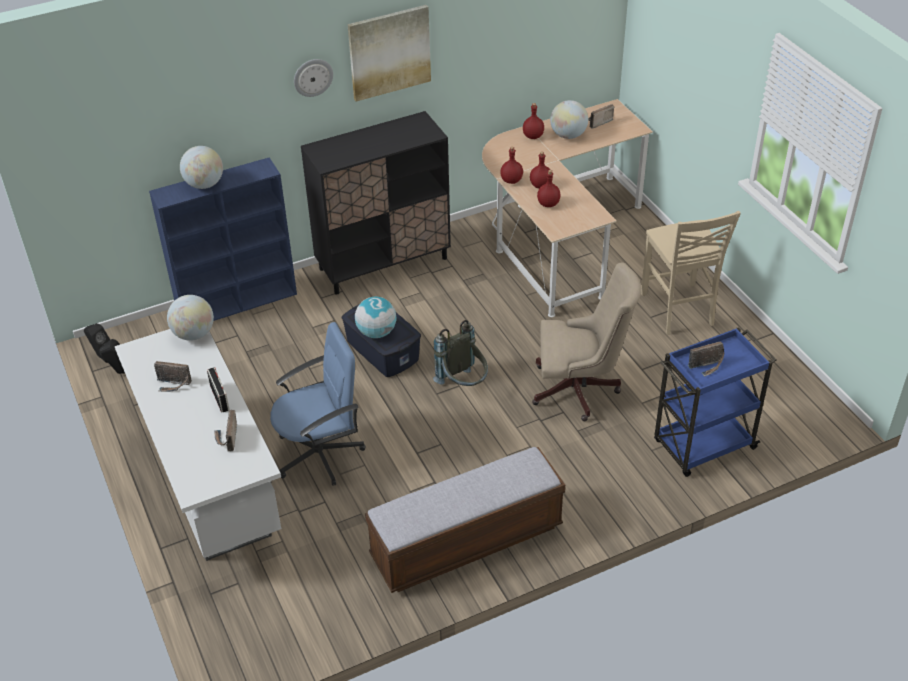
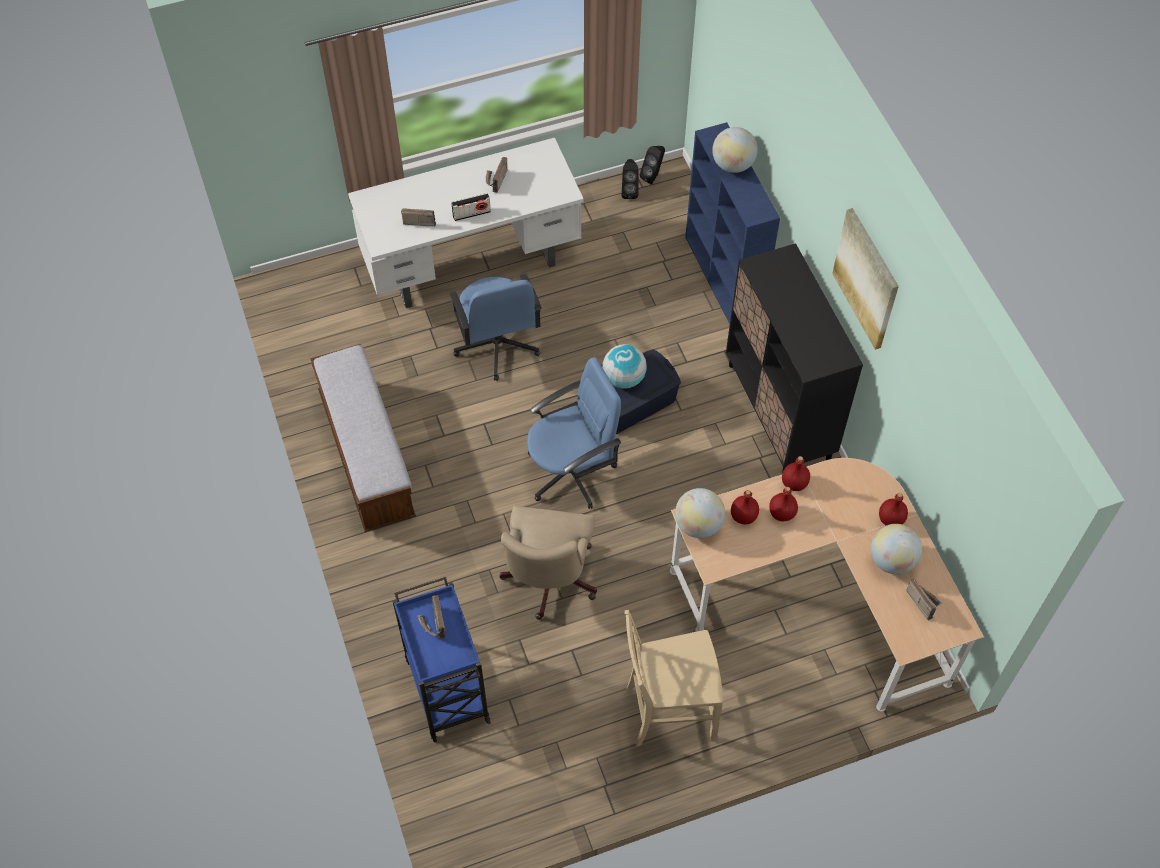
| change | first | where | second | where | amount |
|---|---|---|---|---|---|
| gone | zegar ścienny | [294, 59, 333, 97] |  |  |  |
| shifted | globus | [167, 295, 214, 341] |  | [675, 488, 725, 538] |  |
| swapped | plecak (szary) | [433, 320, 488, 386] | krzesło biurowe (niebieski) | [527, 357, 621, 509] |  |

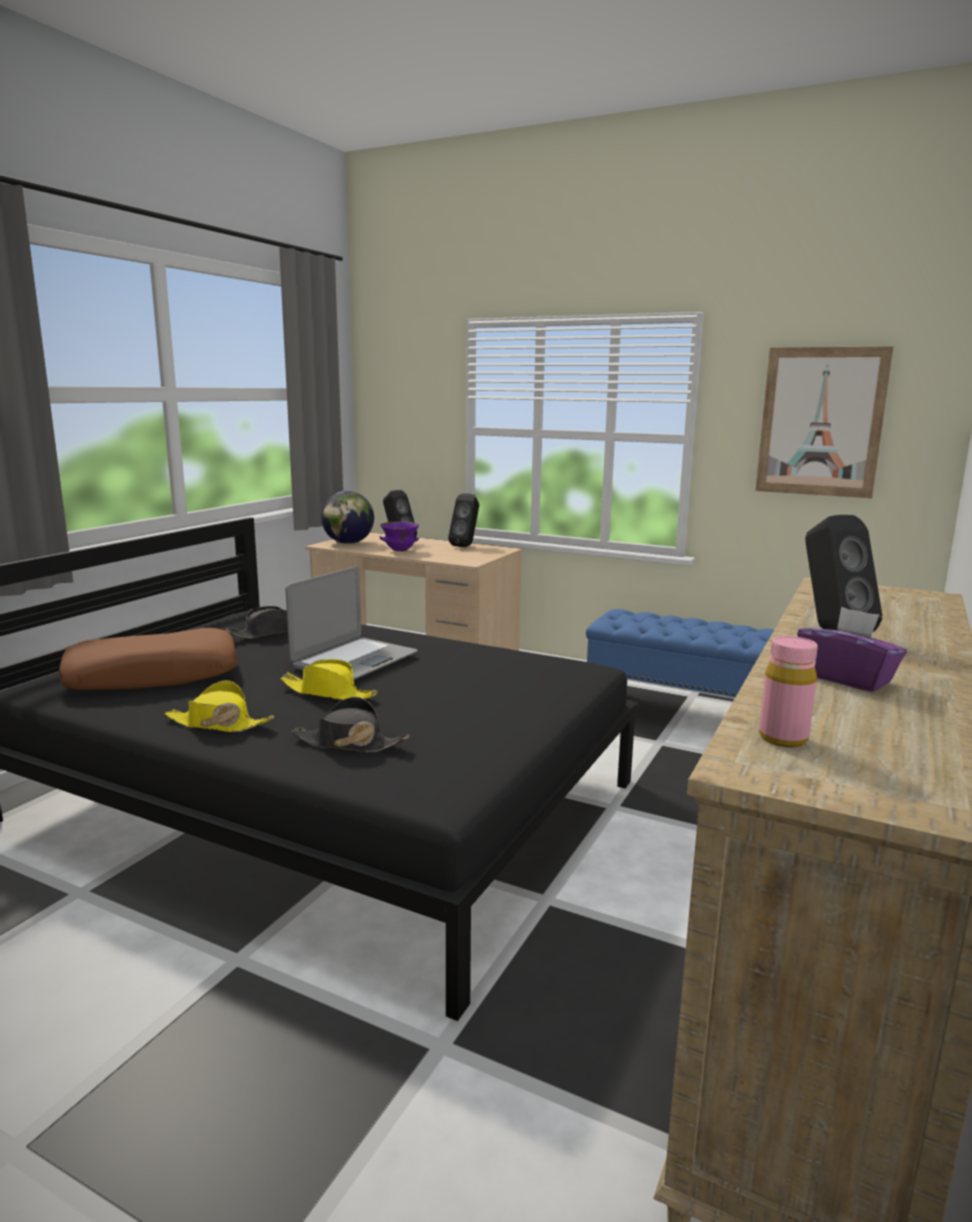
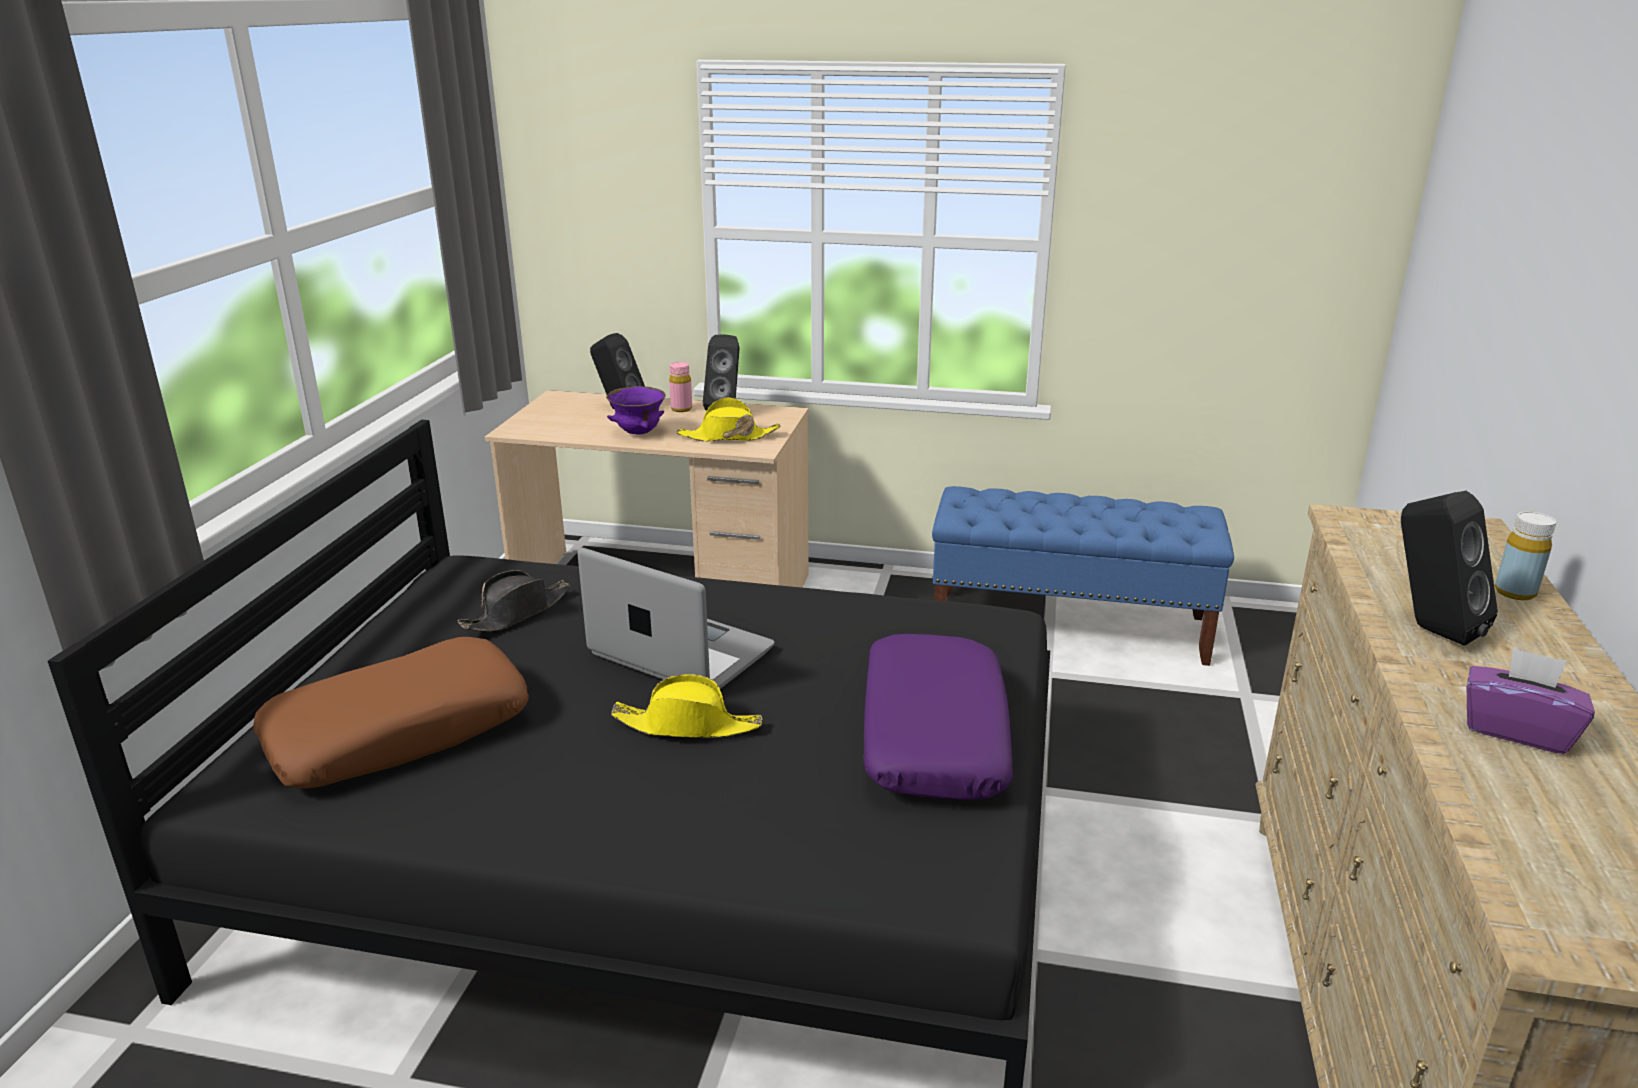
| change | first | where | second | where | amount |
|---|---|---|---|---|---|
| gone | kapelusz (czarny) | [291, 697, 410, 752] |  |  |  |
| gone | globus | [321, 491, 374, 544] |  |  |  |
| gone | obraz | [756, 346, 893, 498] |  |  |  |
| new |  |  | poduszka (fioletowy) | [863, 634, 1013, 800] |  |
| new |  |  | butelka (żółty) | [1495, 511, 1556, 600] |  |
| shifted | kapelusz (żółty) | [164, 680, 275, 732] |  | [676, 397, 780, 442] |  |
| shifted | butelka (różowy) | [759, 636, 818, 747] |  | [669, 362, 692, 412] |  |
| rotated | laptop | [285, 567, 418, 680] |  | [577, 548, 774, 689] | 75 degrees counterclockwise |

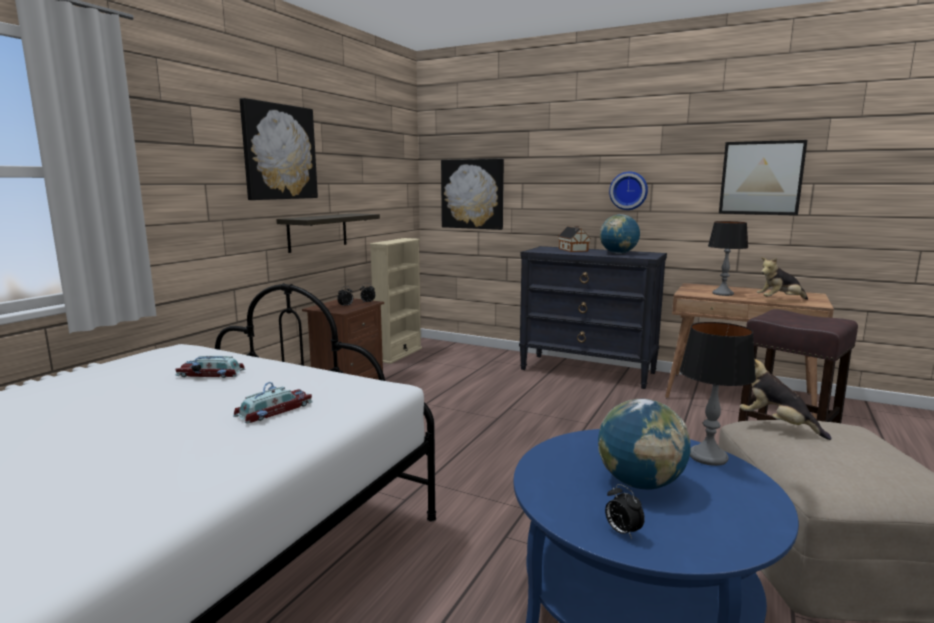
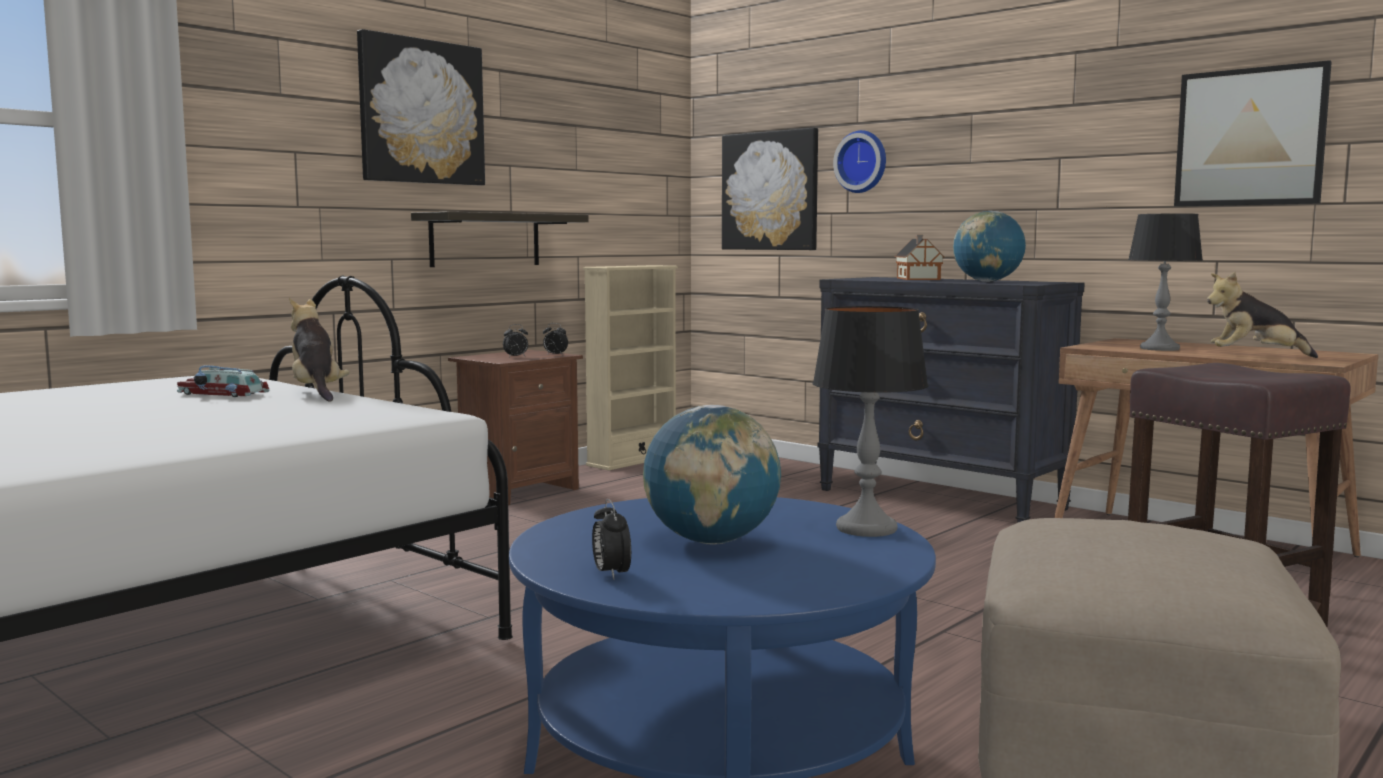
| change | first | where | second | where | amount |
|---|---|---|---|---|---|
| gone | samochodzik | [233, 382, 313, 424] |  |  |  |
| shifted | zegar ścienny | [609, 171, 648, 210] |  | [833, 130, 886, 193] |  |
| shifted | pluszak | [740, 358, 832, 440] |  | [289, 298, 350, 402] |  |

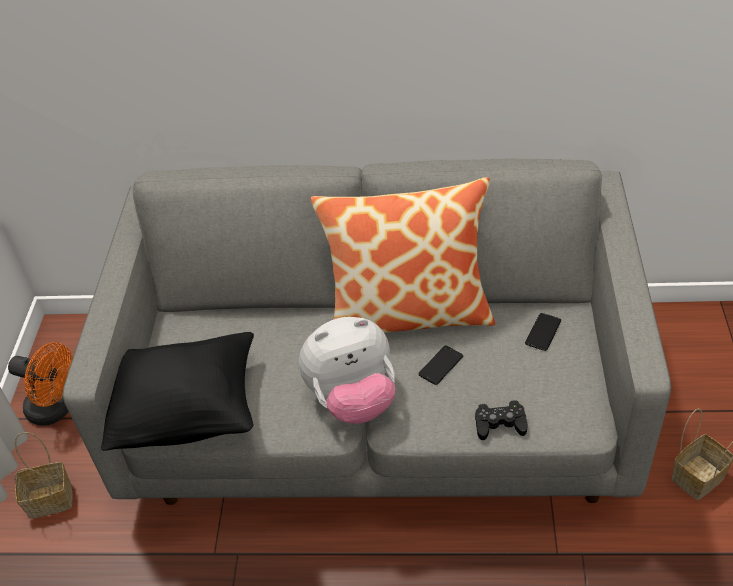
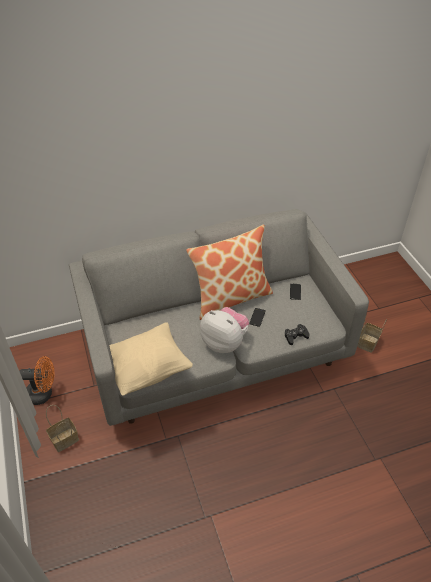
| change | first | where | second | where | amount |
|---|---|---|---|---|---|
| repainted | poduszka (czarny) | [101, 332, 254, 451] | poduszka (beżowy) | [109, 322, 193, 396] |  |
| rotated | pluszak | [299, 317, 396, 424] |  | [200, 307, 249, 353] | 105 degrees counterclockwise |

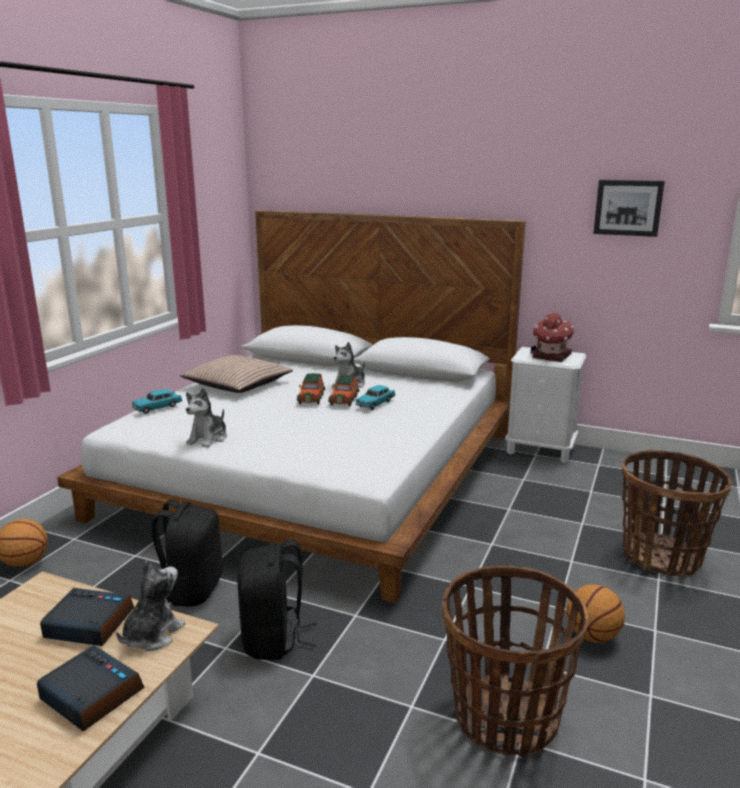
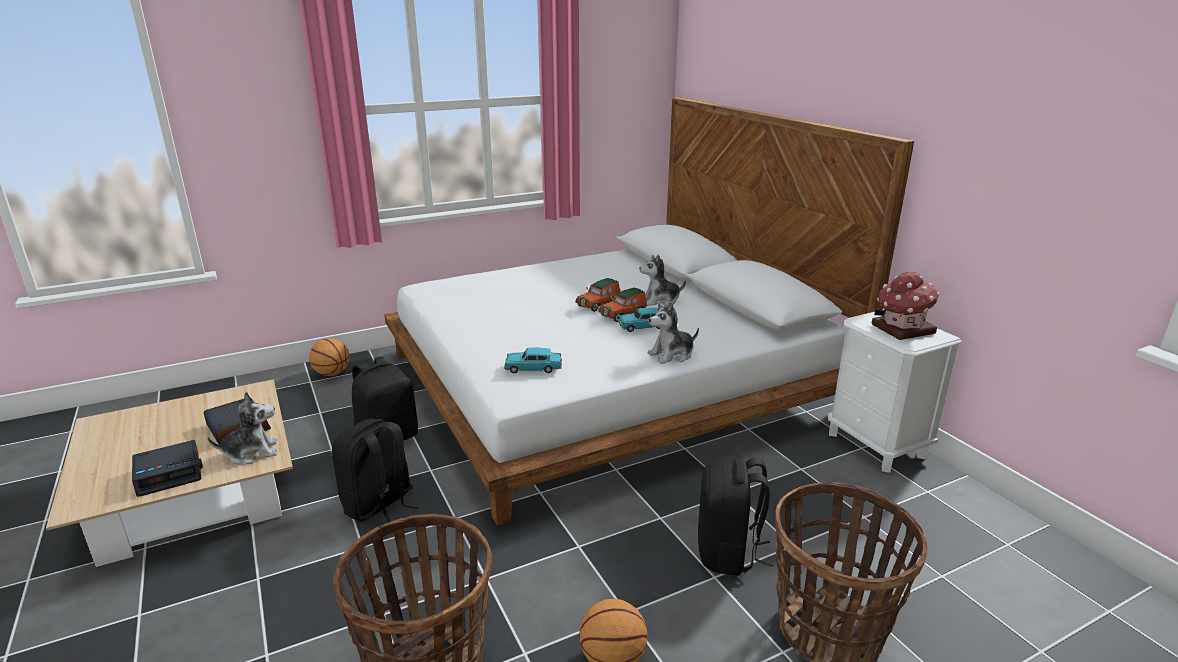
| change | first | where | second | where | amount |
|---|---|---|---|---|---|
| gone | poduszka | [180, 355, 293, 393] |  |  |  |
| gone | obraz | [593, 180, 665, 237] |  |  |  |
| new |  |  | plecak (czarny) | [698, 458, 774, 575] |  |
| shifted | samochodzik (turkusowy) | [132, 389, 183, 414] |  | [504, 348, 562, 373] |  |
| shifted | pluszak | [186, 388, 227, 448] |  | [648, 302, 699, 364] |  |
| rotated | budzik | [37, 645, 144, 732] |  | [132, 440, 203, 497] | 75 degrees clockwise |

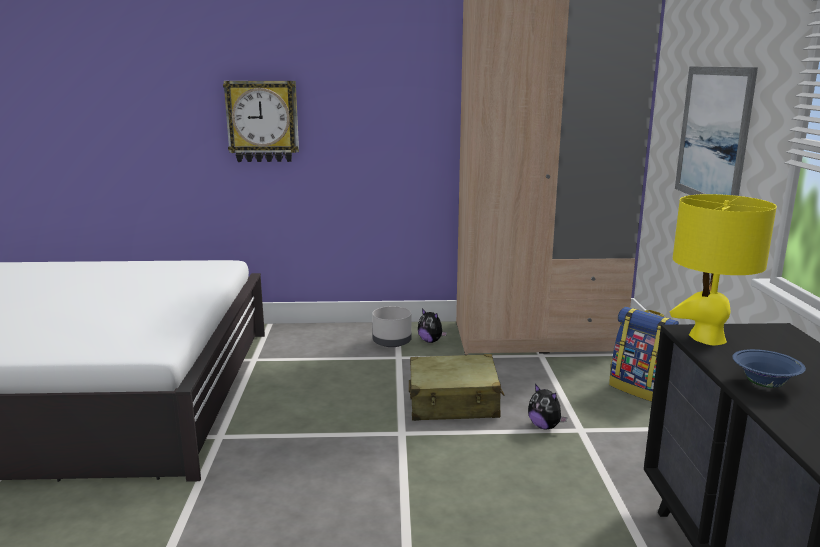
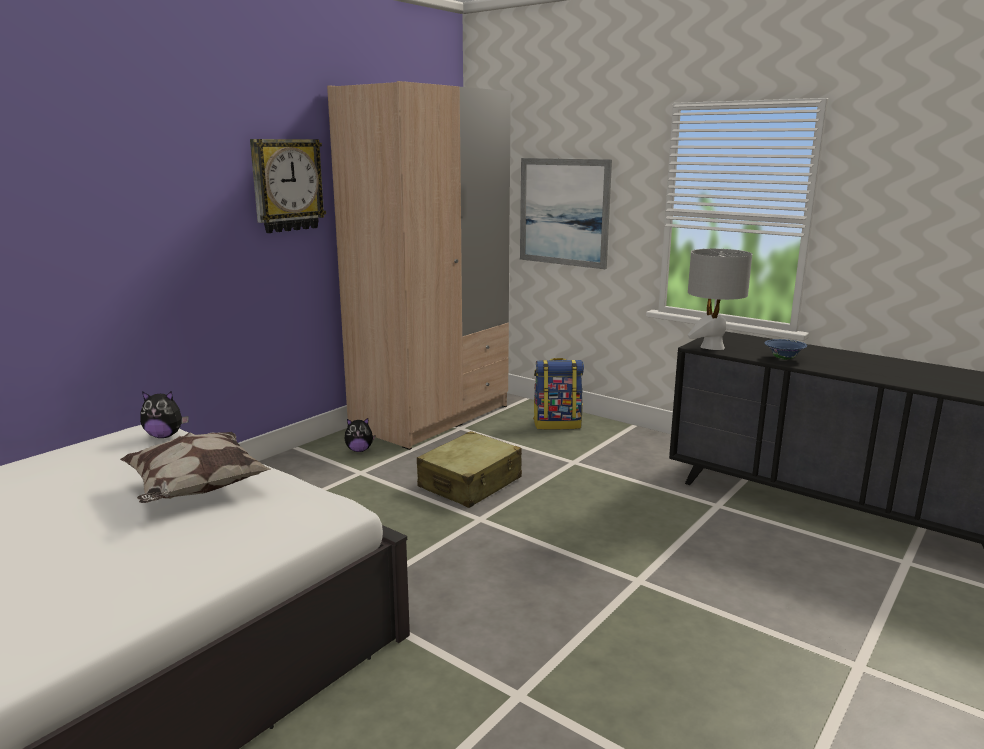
| change | first | where | second | where | amount |
|---|---|---|---|---|---|
| gone | donica (szary) | [372, 306, 411, 347] |  |  |  |
| new |  |  | poduszka | [120, 432, 271, 503] |  |
| shifted | zegar ścienny | [223, 81, 299, 162] |  | [250, 139, 326, 233] |  |
| shifted | pluszak | [528, 384, 568, 430] |  | [140, 391, 189, 438] |  |
| repainted | lampa stołowa (żółty) | [670, 194, 777, 345] | lampa stołowa (szary) | [688, 249, 752, 350] |  |

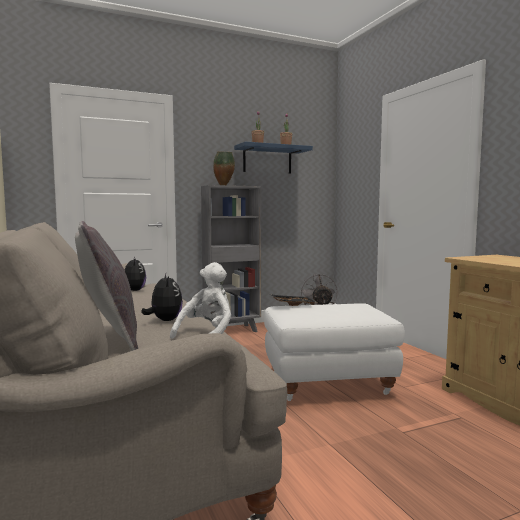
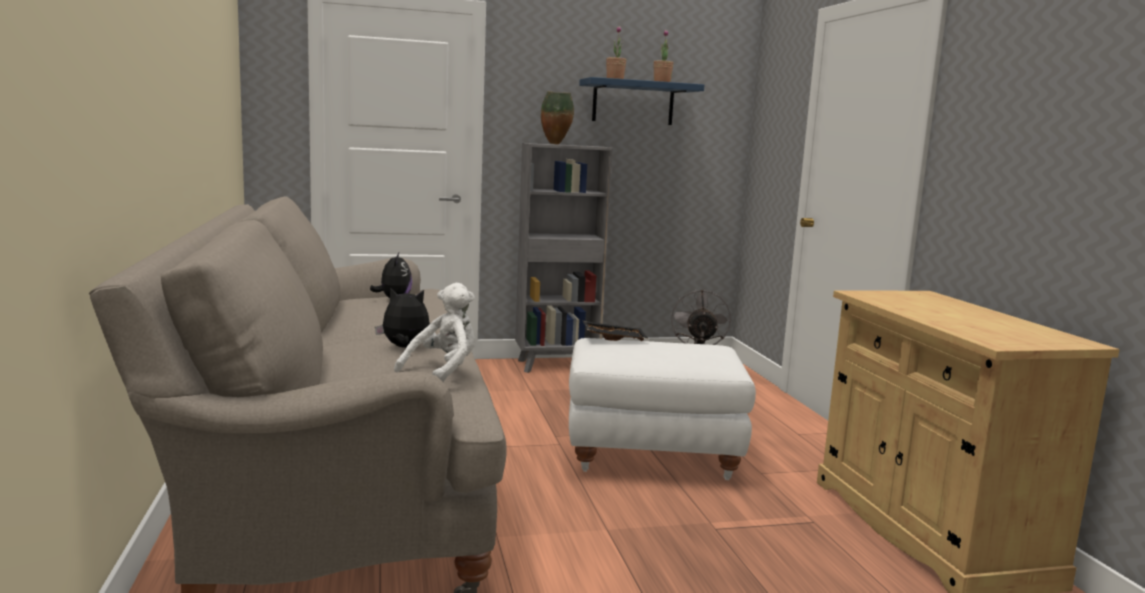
| change | first | where | second | where | amount |
|---|---|---|---|---|---|
| gone | poduszka (szary) | [75, 221, 138, 351] |  |  |  |
| rotated | pluszak | [142, 273, 183, 321] |  | [375, 287, 430, 348] | 75 degrees counterclockwise |

